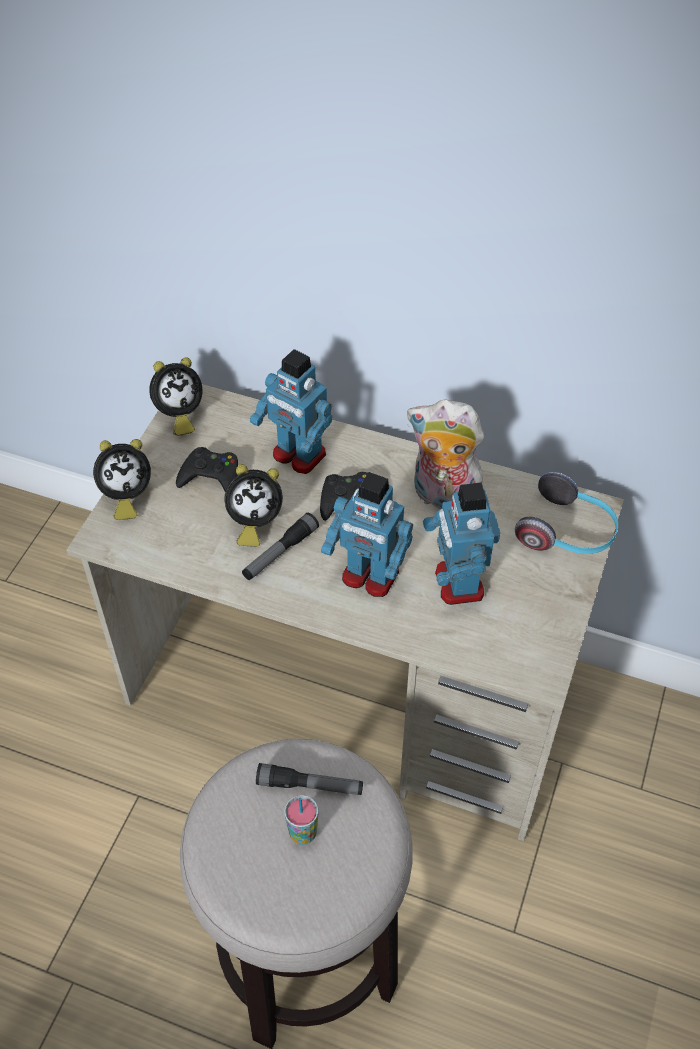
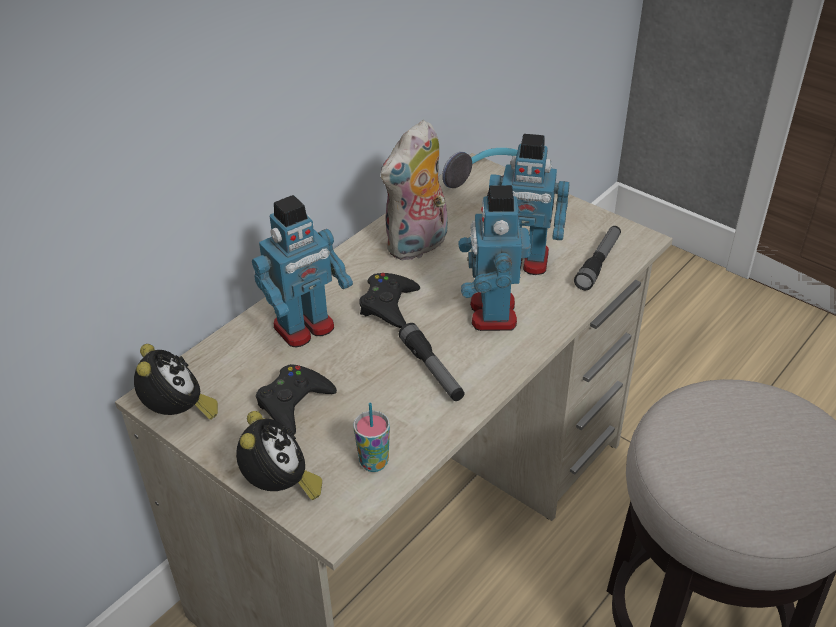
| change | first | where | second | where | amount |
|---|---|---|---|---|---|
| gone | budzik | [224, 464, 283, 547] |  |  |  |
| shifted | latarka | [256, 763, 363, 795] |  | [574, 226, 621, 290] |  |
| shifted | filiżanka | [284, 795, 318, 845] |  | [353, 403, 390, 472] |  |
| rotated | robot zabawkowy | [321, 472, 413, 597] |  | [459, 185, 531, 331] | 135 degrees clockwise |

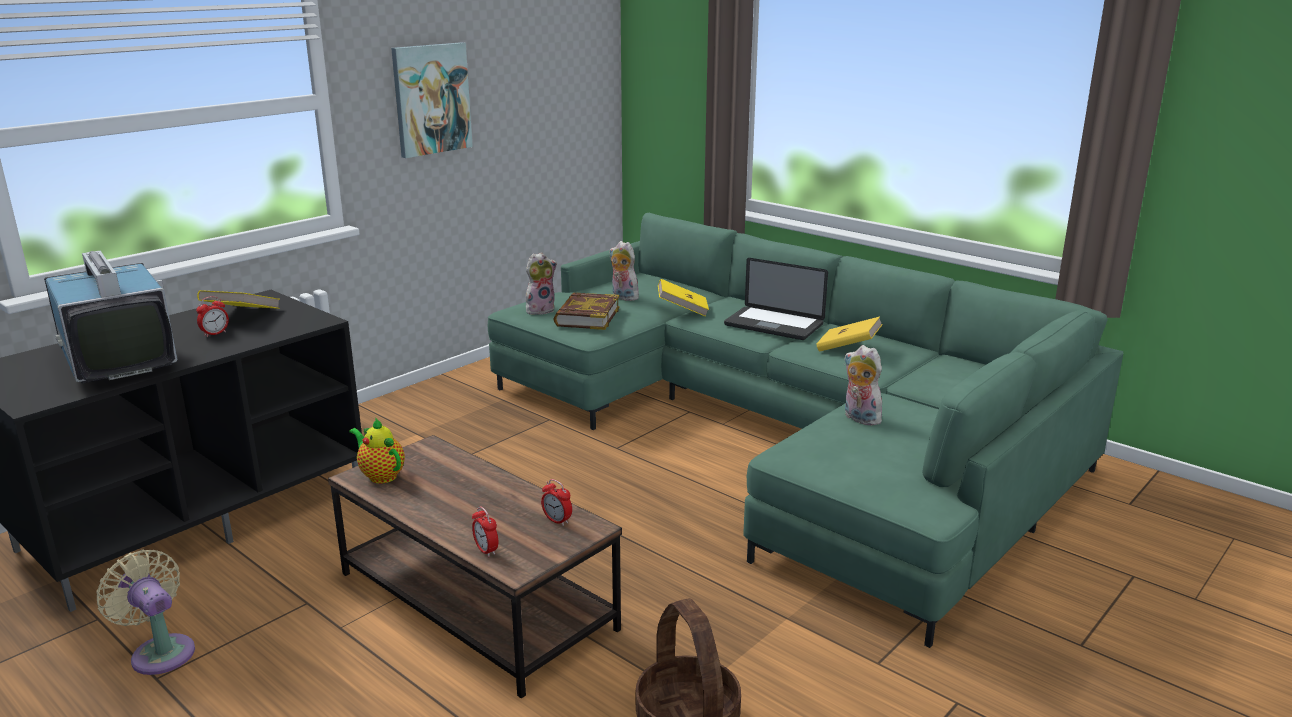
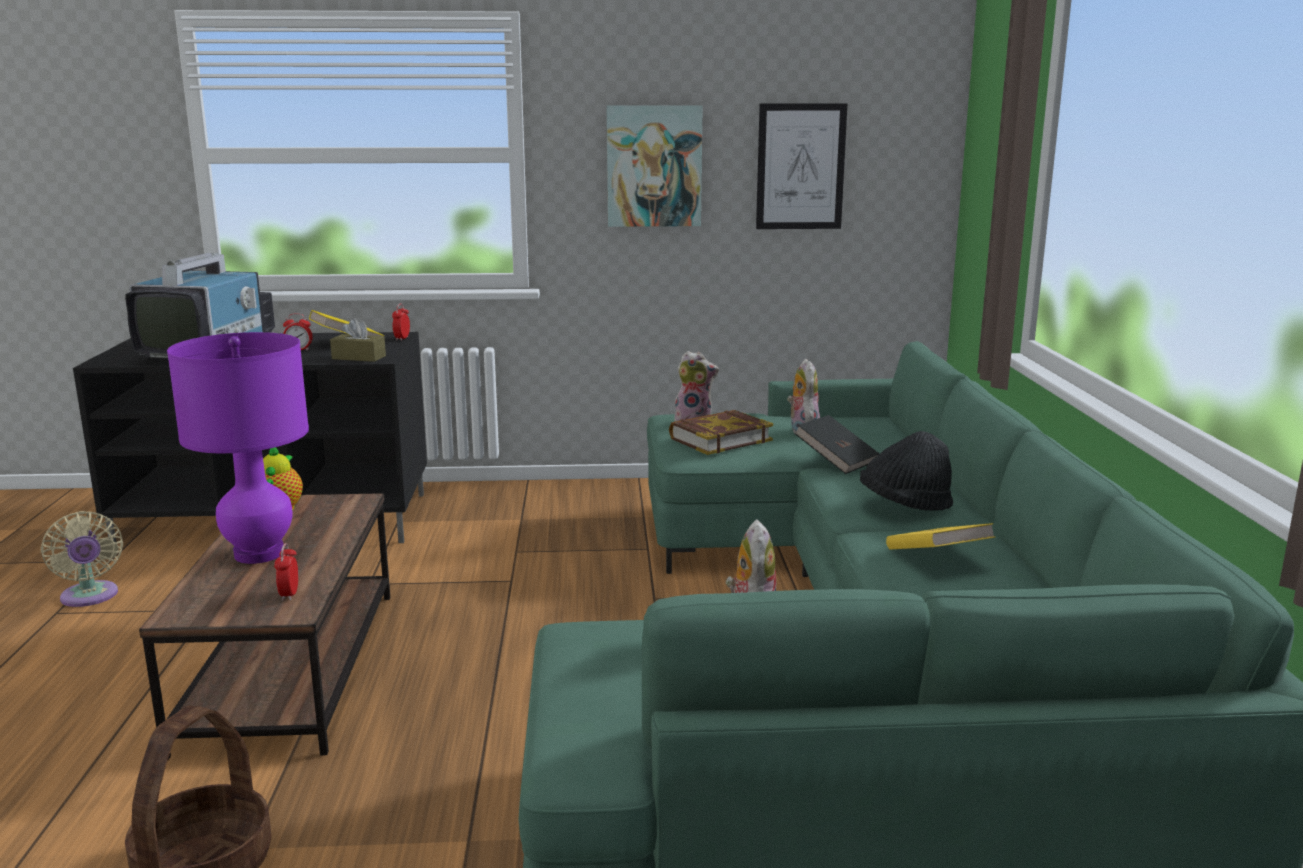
| change | first | where | second | where | amount |
|---|---|---|---|---|---|
| new |  |  | lampa stołowa (fioletowy) | [167, 332, 309, 564] |  |
| new |  |  | pudełko chusteczek (brązowy) | [330, 318, 386, 362] |  |
| new |  |  | obraz | [756, 103, 847, 229] |  |
| shifted | budzik | [472, 506, 498, 557] |  | [392, 303, 410, 341] |  |
| swapped | laptop | [724, 258, 828, 340] | kapelusz (czarny) | [860, 431, 953, 511] |  |
| repainted | książka (żółty) | [658, 279, 709, 317] | książka (czarny) | [794, 415, 879, 474] |  |
| rotated | wentylator (beżowy) | [96, 550, 195, 675] |  | [41, 511, 123, 607] | 150 degrees clockwise |

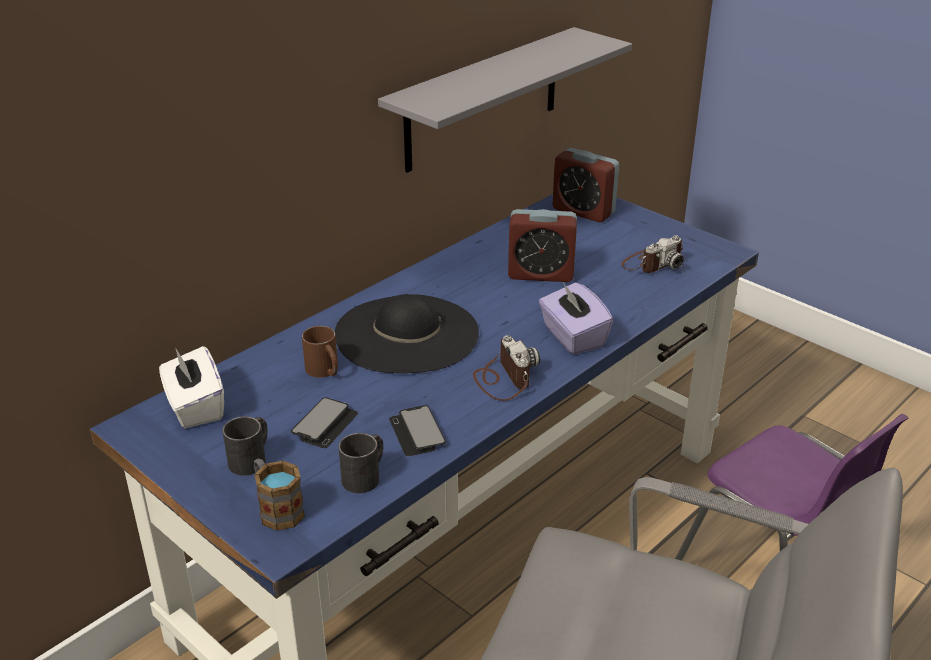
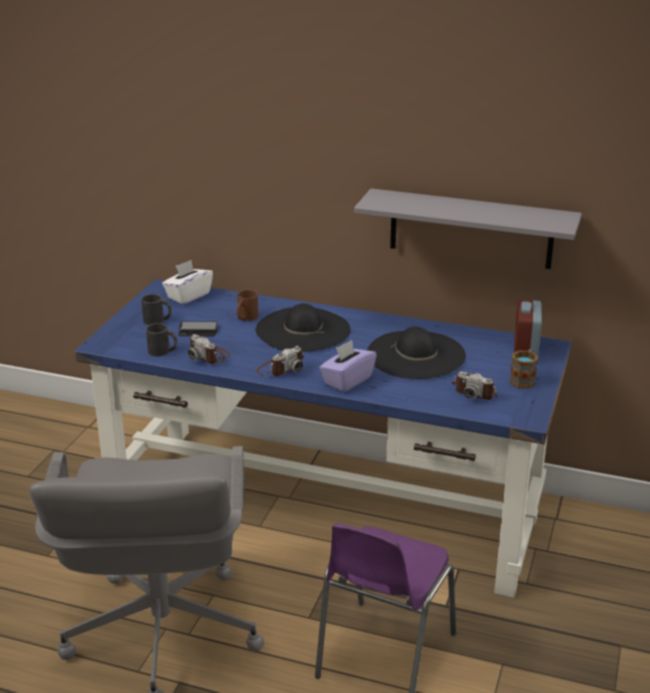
| change | first | where | second | where | amount |
|---|---|---|---|---|---|
| shifted | kubek | [254, 458, 305, 531] |  | [510, 349, 538, 389] |  |
| swapped | telefon | [389, 405, 446, 456] | aparat fotograficzny | [188, 334, 230, 364] |  |
| swapped | budzik | [508, 209, 577, 282] | kapelusz (czarny) | [367, 327, 466, 379] |  |

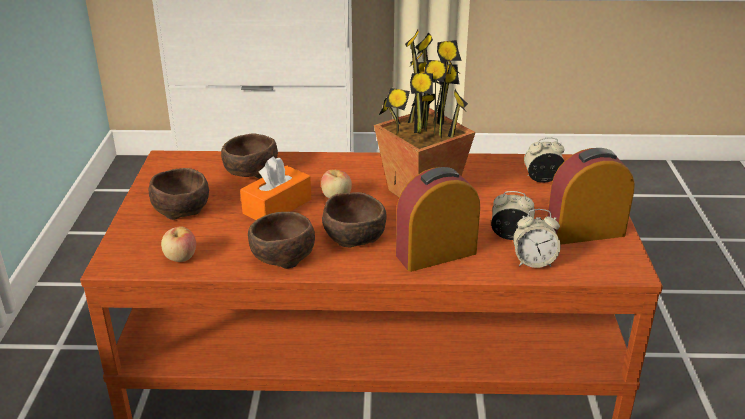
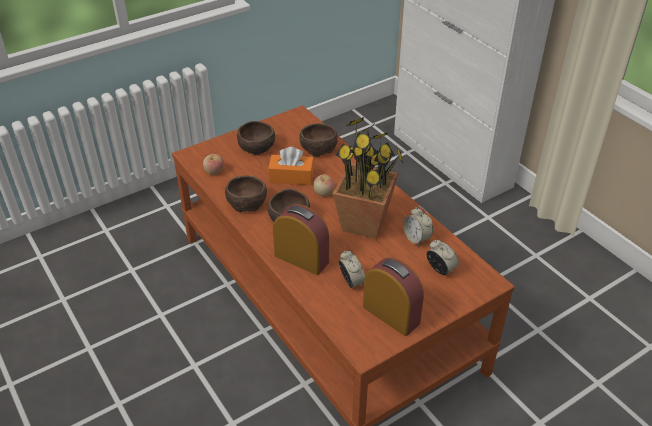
| change | first | where | second | where | amount |
|---|---|---|---|---|---|
| shifted | budzik | [513, 209, 561, 268] |  | [403, 206, 433, 247] |  |

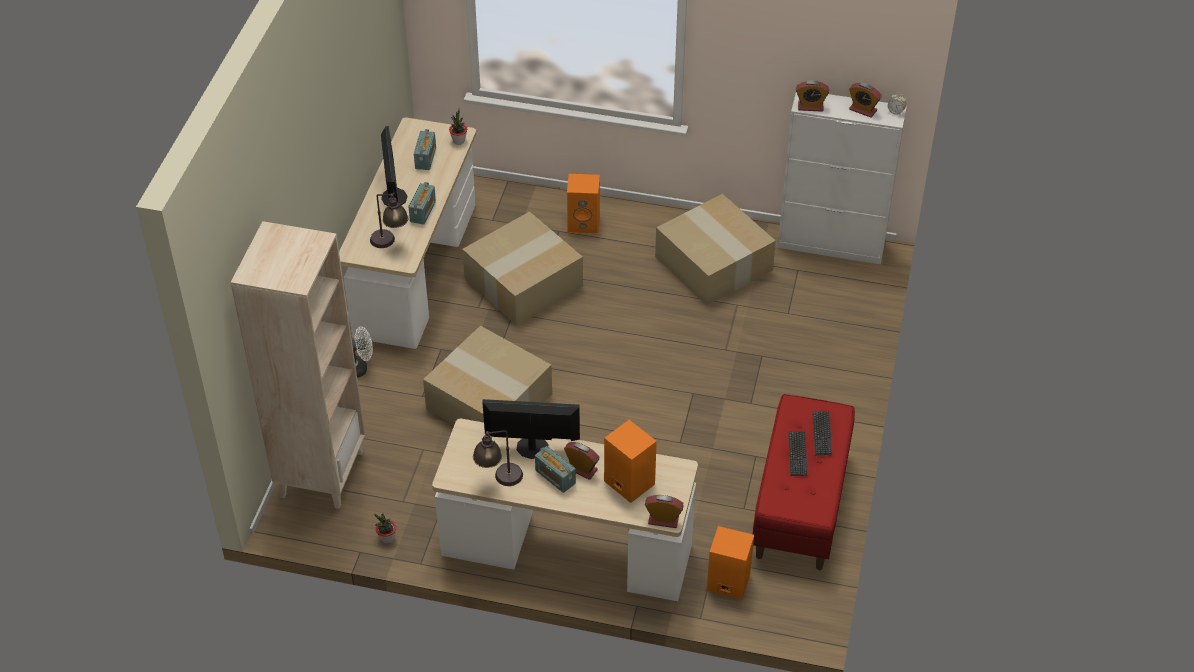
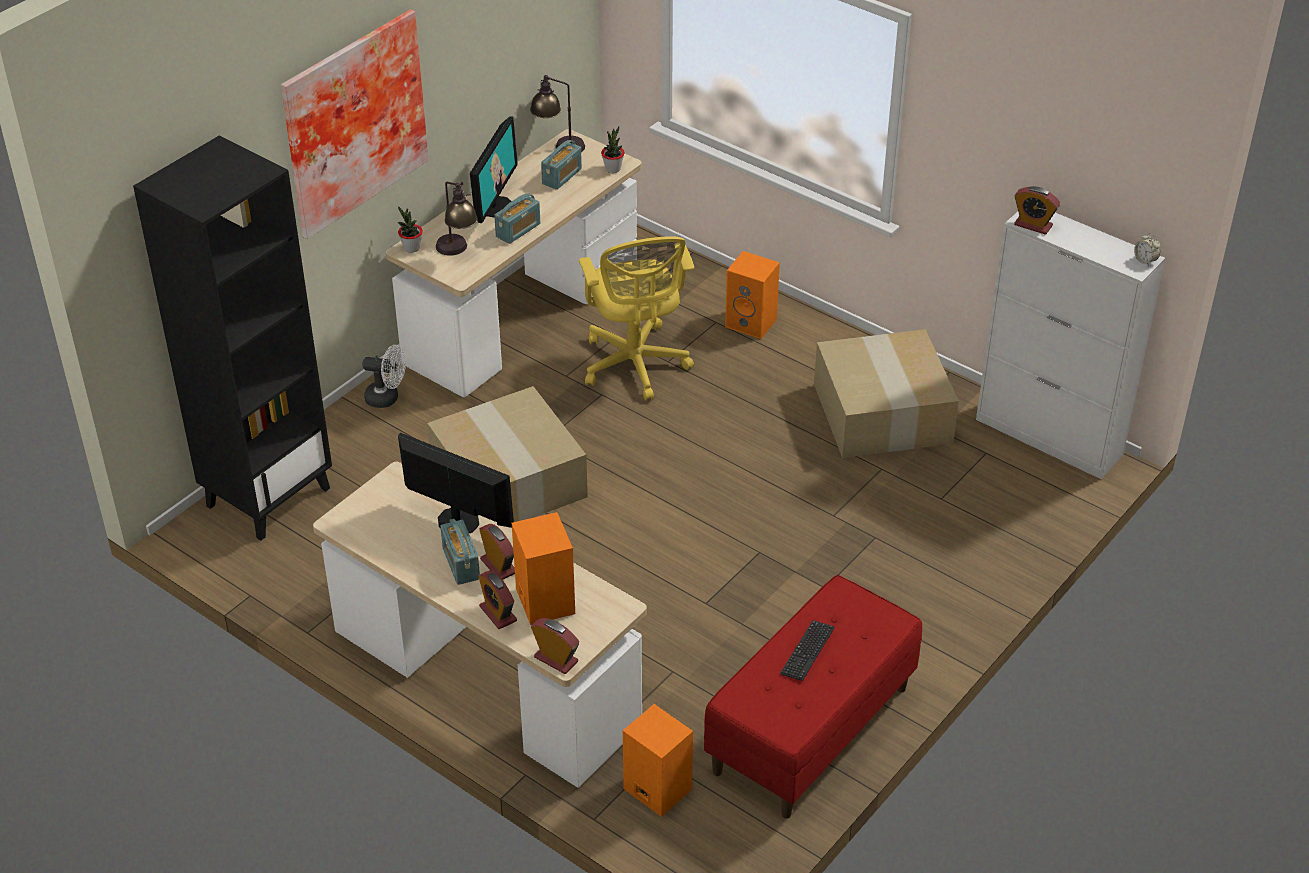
| change | first | where | second | where | amount |
|---|---|---|---|---|---|
| gone | klawiatura | [812, 411, 832, 455] |  |  |  |
| new |  |  | obraz | [281, 10, 429, 239] |  |
| shifted | roślina doniczkowa | [374, 513, 396, 544] |  | [398, 206, 423, 253] |  |
| shifted | lampa stołowa | [473, 430, 523, 486] |  | [530, 75, 585, 152] |  |
| shifted | budzik | [849, 83, 882, 117] |  | [478, 571, 517, 629] |  |
| swapped | karton | [462, 211, 583, 326] | krzesło biurowe (żółty) | [579, 236, 694, 400] |  |
| repainted | regał (beżowy) | [231, 221, 365, 509] | regał (czarny) | [133, 135, 332, 541] |  |

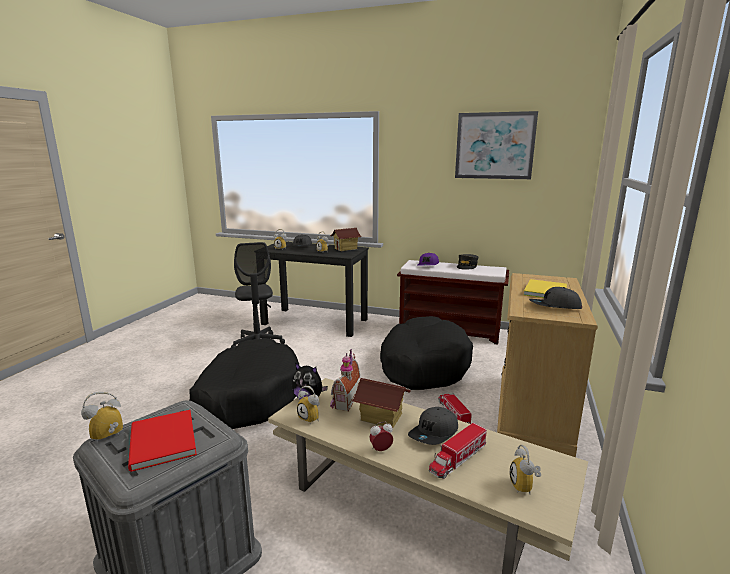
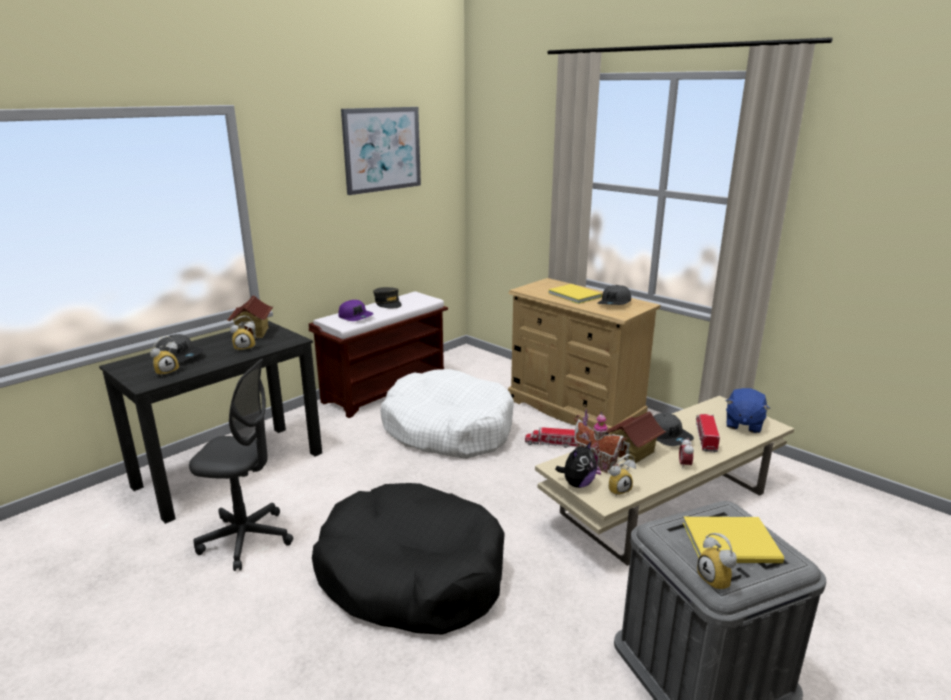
| change | first | where | second | where | amount |
|---|---|---|---|---|---|
| swapped | budzik | [510, 445, 541, 494] | pluszak (niebieski) | [726, 388, 770, 433] |  |
| repainted | książka (czerwony) | [128, 410, 197, 472] | książka (żółty) | [683, 517, 784, 563] |  |
| repainted | legowisko (czarny) | [380, 316, 473, 390] | legowisko (biały) | [380, 369, 514, 459] |  |
| rotated | ciężarówka zabawkowa | [429, 423, 487, 479] |  | [696, 414, 720, 453] | 150 degrees counterclockwise |

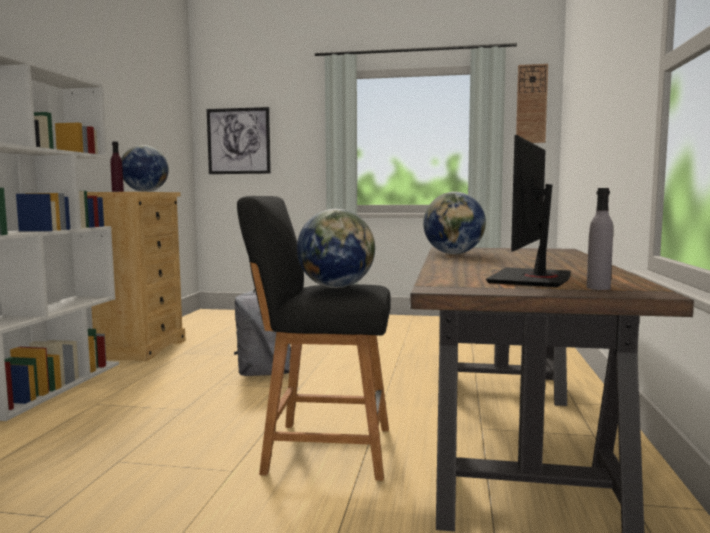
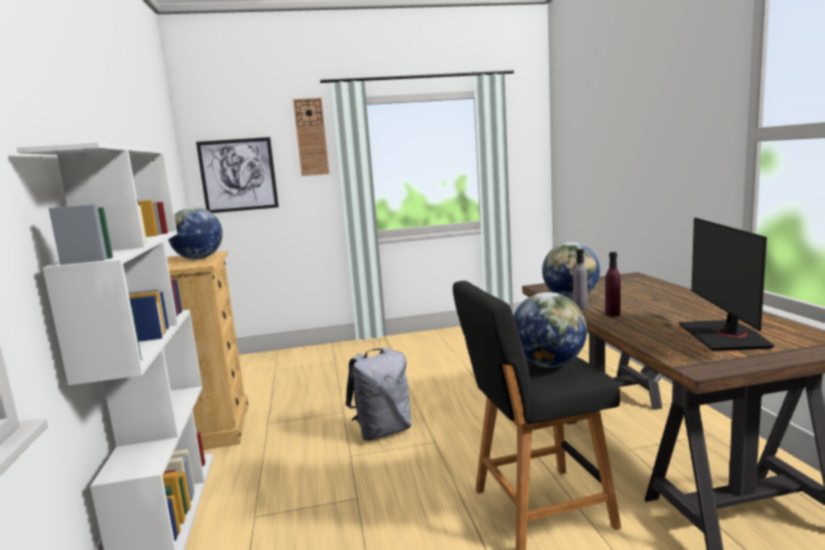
| change | first | where | second | where | amount |
|---|---|---|---|---|---|
| shifted | butelka (fioletowy) | [110, 142, 124, 192] |  | [605, 252, 621, 316] |  |
| shifted | zegar ścienny | [516, 64, 548, 143] |  | [293, 98, 329, 176] |  |
| shifted | butelka (szary) | [587, 188, 613, 290] |  | [573, 249, 588, 310] |  |

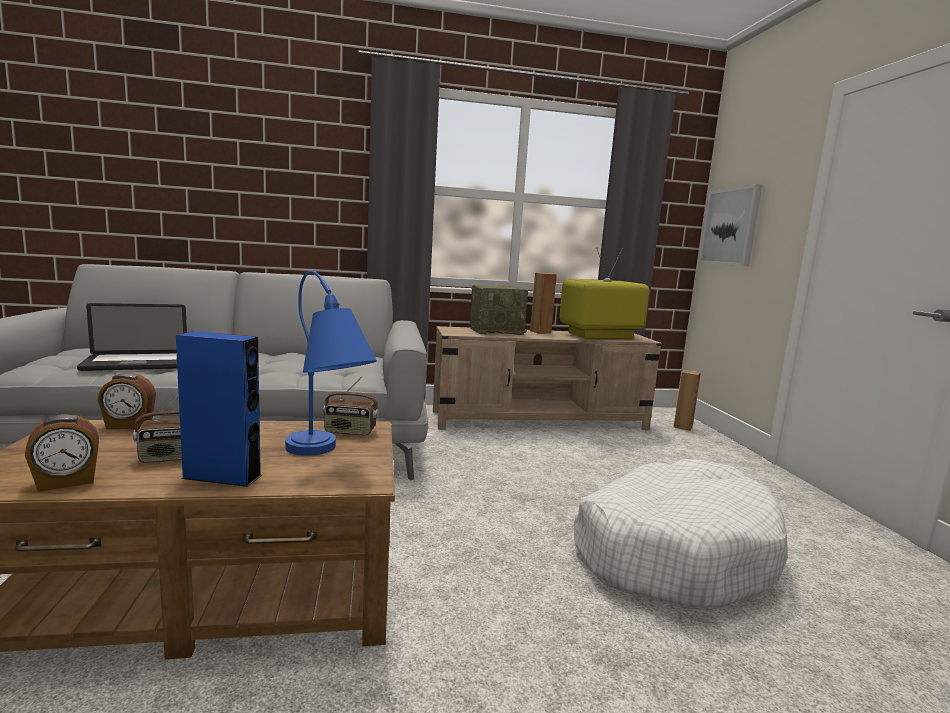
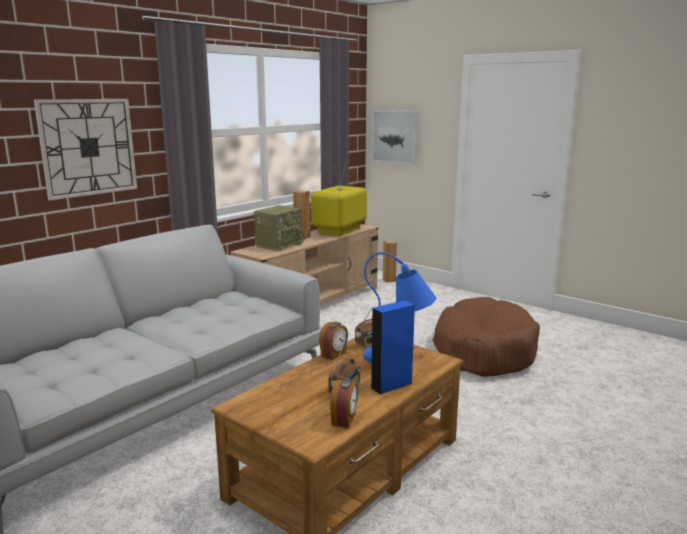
| change | first | where | second | where | amount |
|---|---|---|---|---|---|
| gone | laptop | [77, 303, 187, 371] |  |  |  |
| new |  |  | zegar ścienny | [34, 99, 137, 200] |  |
| shifted | budzik | [98, 373, 156, 429] |  | [319, 322, 348, 360] |  |
| repainted | legowisko (biały) | [574, 459, 787, 610] | legowisko (brązowy) | [433, 297, 540, 377] |  |

